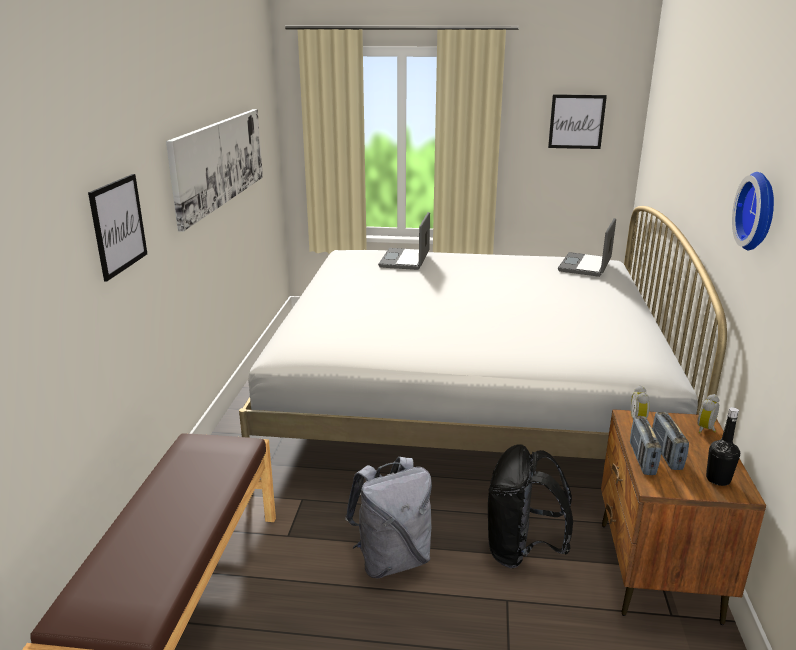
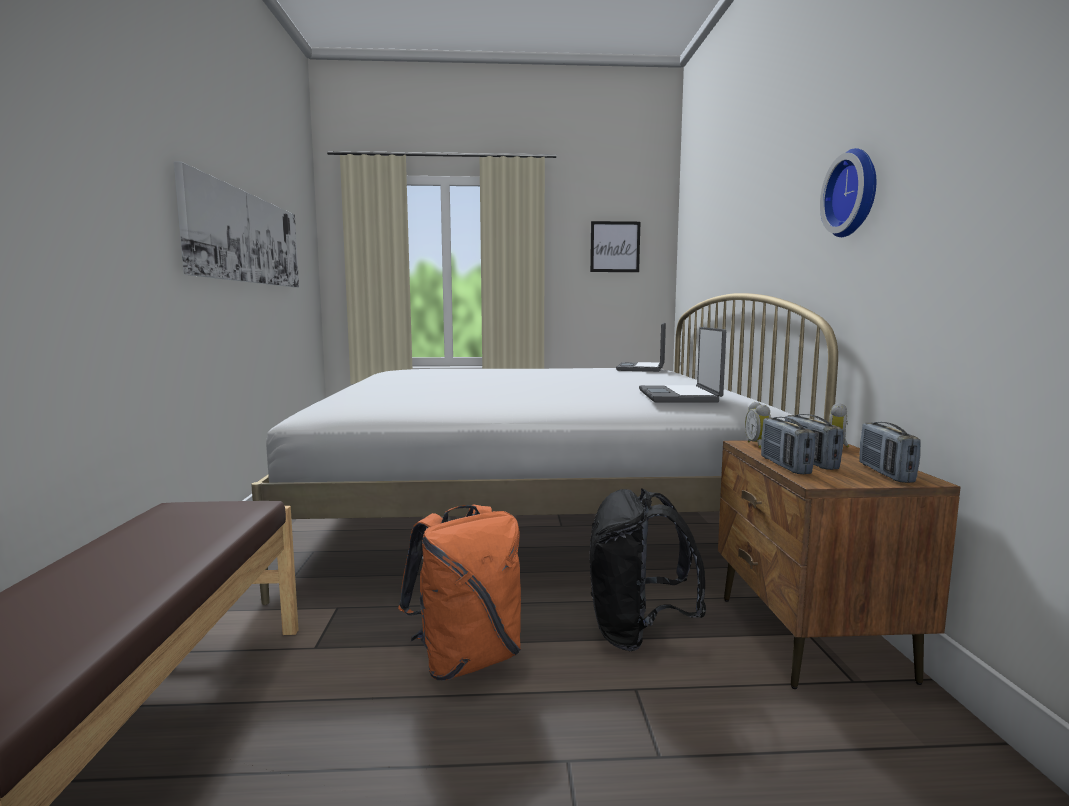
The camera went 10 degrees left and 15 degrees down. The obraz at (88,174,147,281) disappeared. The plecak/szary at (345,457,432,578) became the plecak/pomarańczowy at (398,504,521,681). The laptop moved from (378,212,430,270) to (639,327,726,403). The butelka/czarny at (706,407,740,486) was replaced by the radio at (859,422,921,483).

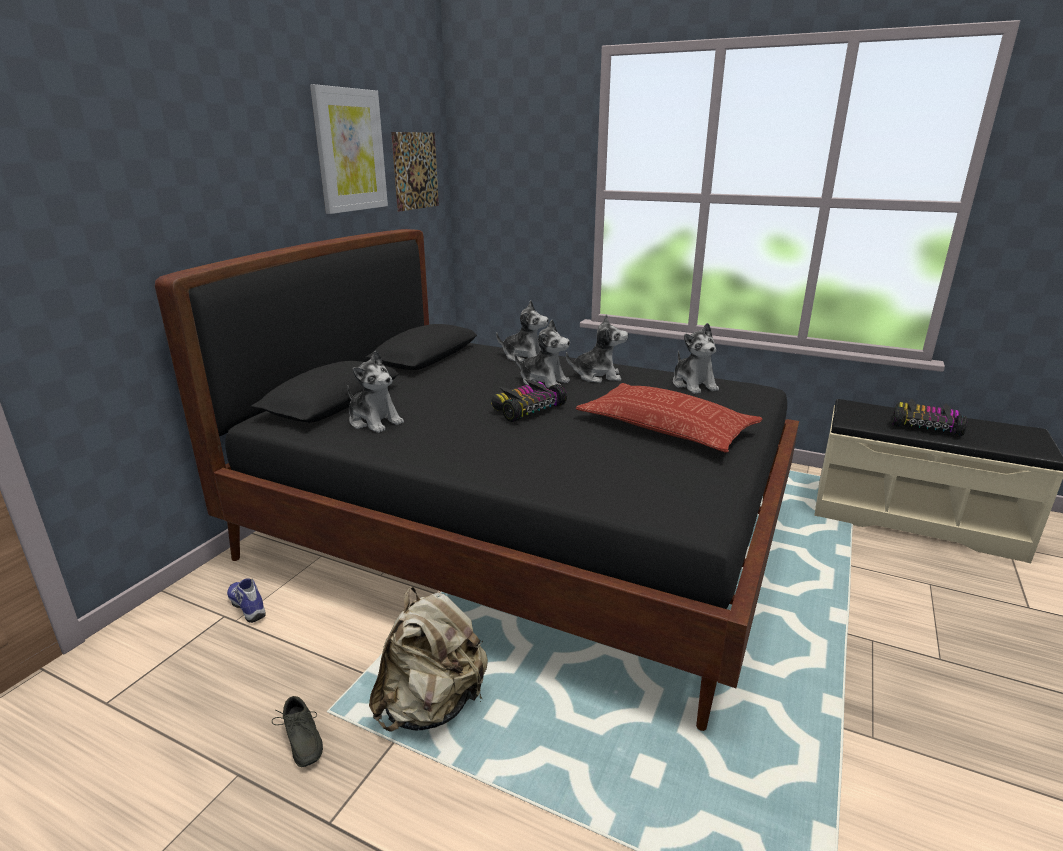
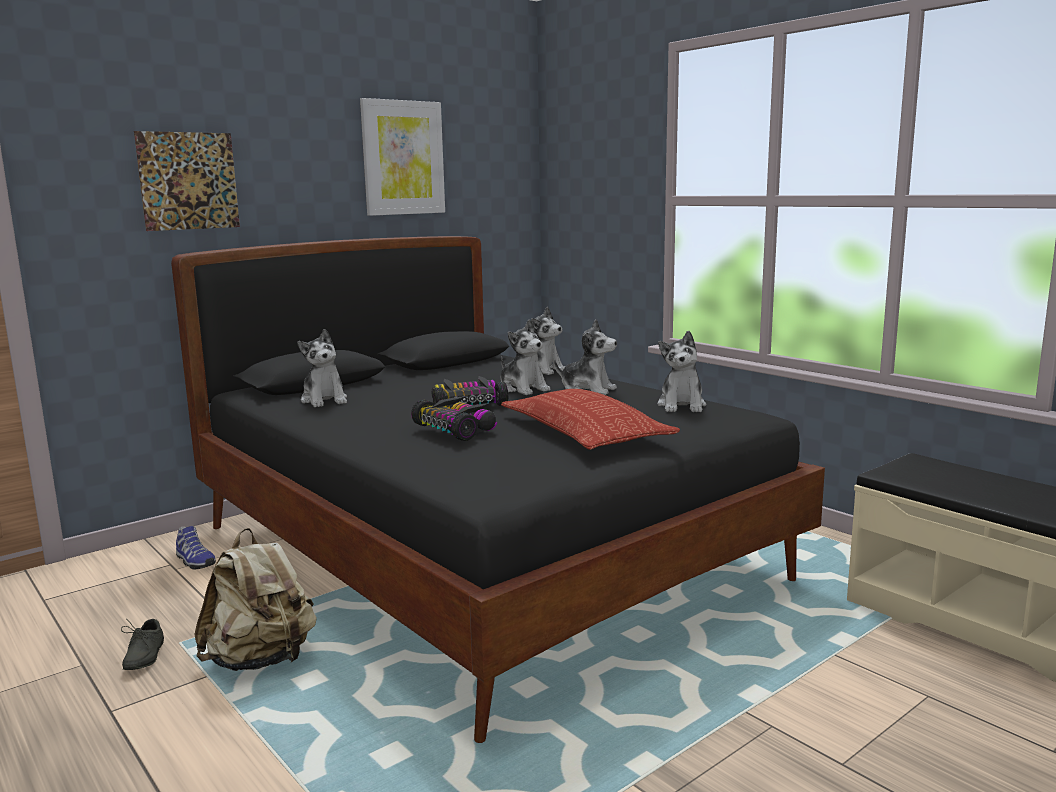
The camera went 25 degrees right and 10 degrees down. The but at (227,578,266,623) turned 150 degrees clockwise. The obraz moved from (391,132,439,212) to (134,131,240,231). The samochodzik moved from (892,398,967,436) to (411,396,497,441).

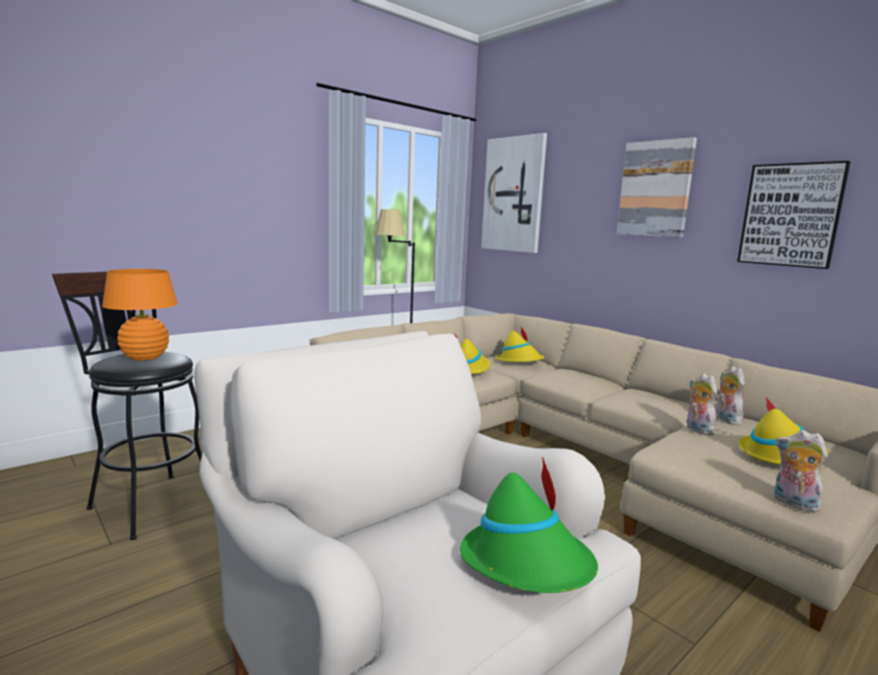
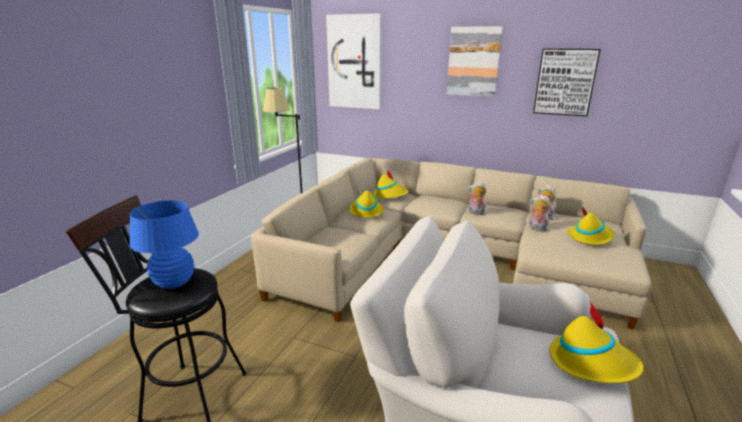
The camera went 25 degrees left and 10 degrees up. The lampa stołowa/pomarańczowy at (102,269,178,361) became the lampa stołowa/niebieski at (130,200,199,289). The kapelusz/zielony at (460,456,598,593) became the kapelusz/żółty at (549,302,644,383). The pluszak moved from (774,430,828,512) to (467,182,487,215).

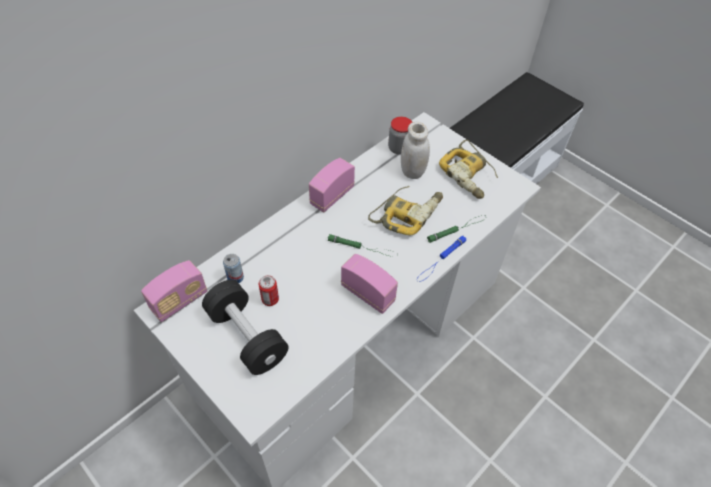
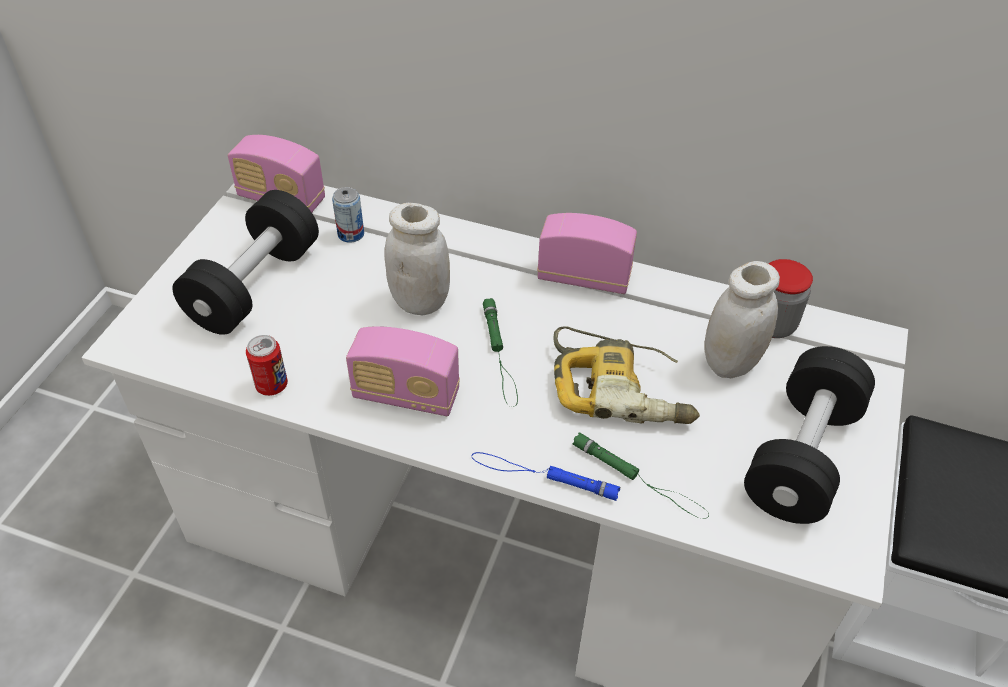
The camera went 65 degrees right and 5 degrees down. The puszka moved from (259,275,279,306) to (246,335,288,396). The radio at (341,254,398,314) turned 90 degrees clockwise. The wiertarka at (439,140,498,199) was replaced by the hantel/czarny at (744,346,875,524). The słoik/biały at (385,203,450,315) appeared.

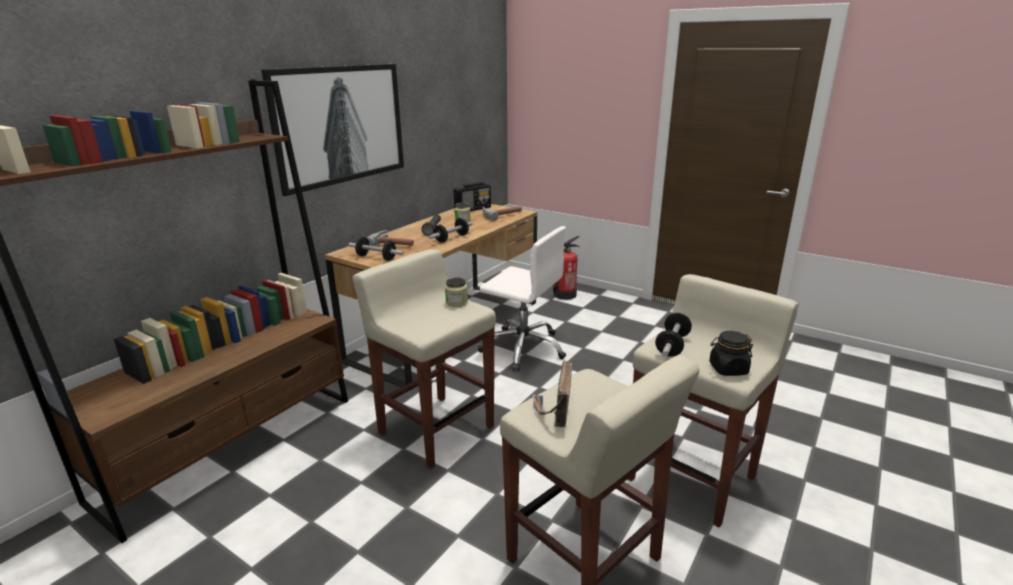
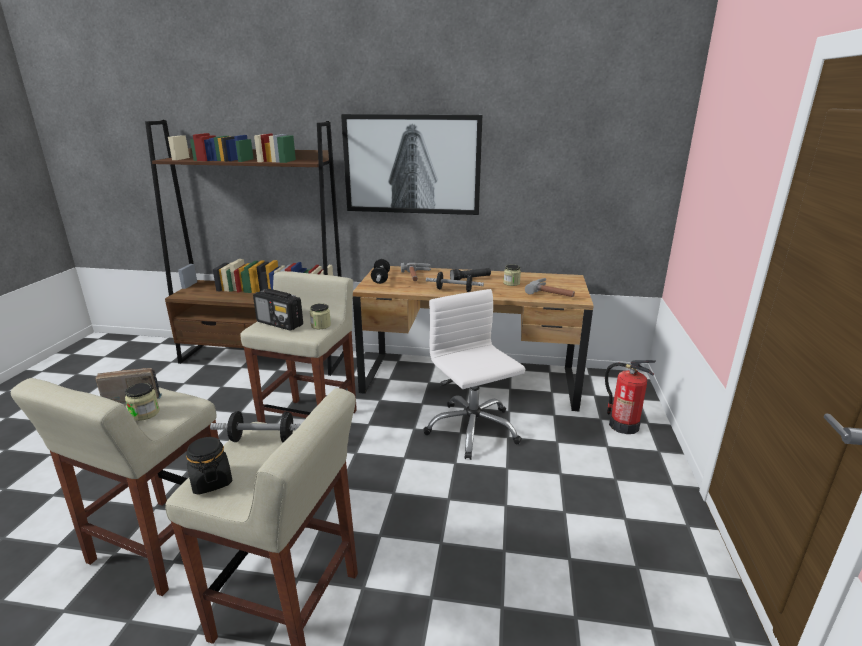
The camera went 65 degrees right and 0 degrees up. The radio moved from (454,182,491,211) to (253,289,303,331). The krzesło biurowe/biały at (478,226,566,371) turned 150 degrees clockwise. The słoik at (125,383,160,421) appeared.

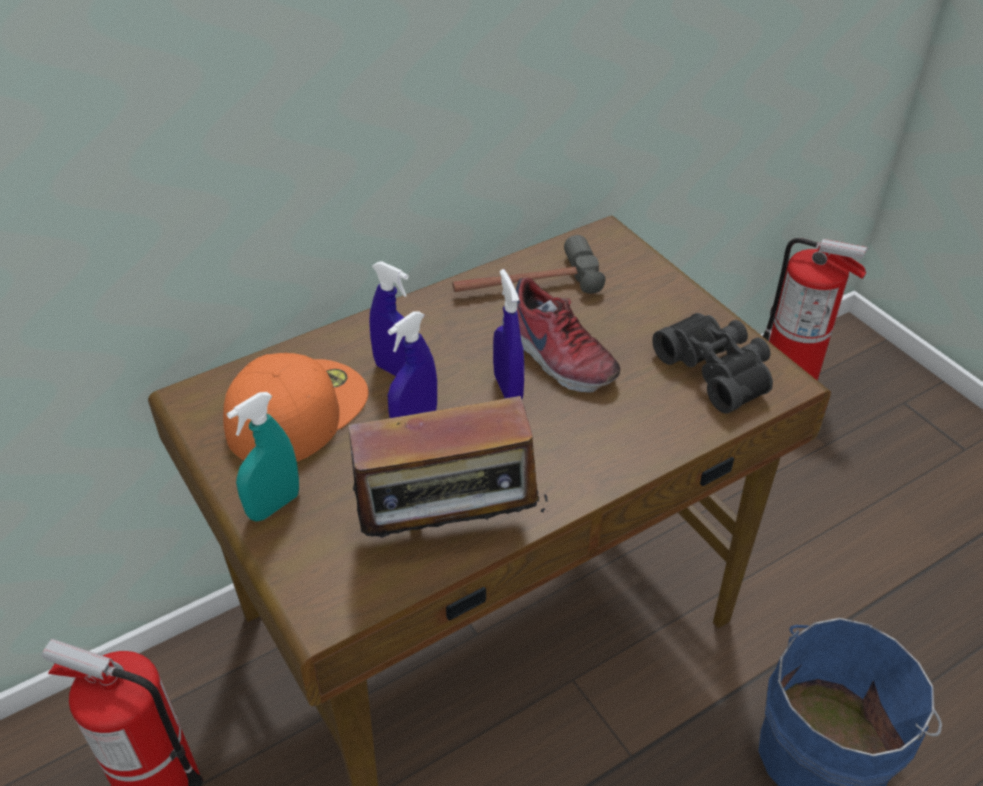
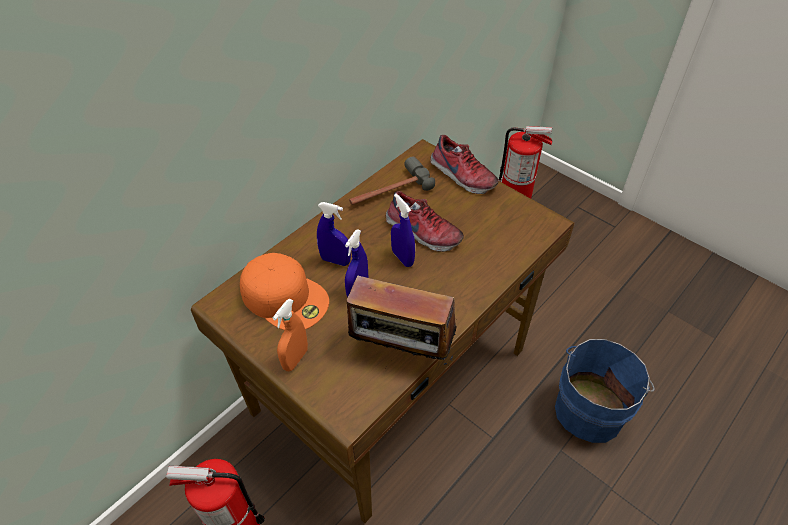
The camera went 15 degrees left and 5 degrees up. The czapka z daszkiem/pomarańczowy at (223,353,369,462) turned 105 degrees clockwise. The spryskiwacz/turkusowy at (227,392,299,521) became the spryskiwacz/pomarańczowy at (273,298,308,371). The radio at (331,391,549,564) turned 45 degrees clockwise. The lornetka/czarny at (652,313,773,414) disappeared. The but at (430,135,498,194) appeared.

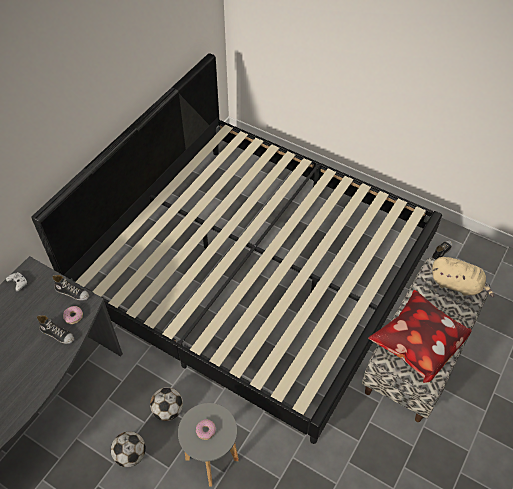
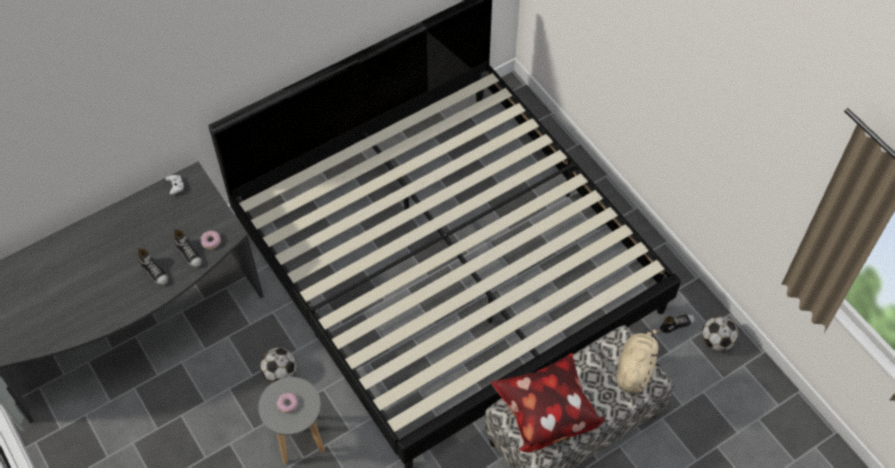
The camera went 25 degrees right and 5 degrees up. The but moved from (52,275,89,301) to (137,248,168,285). The piłka futbolowa moved from (111,431,146,467) to (702,316,738,351). The pluszak/beżowy at (432,257,494,297) turned 120 degrees counterclockwise.

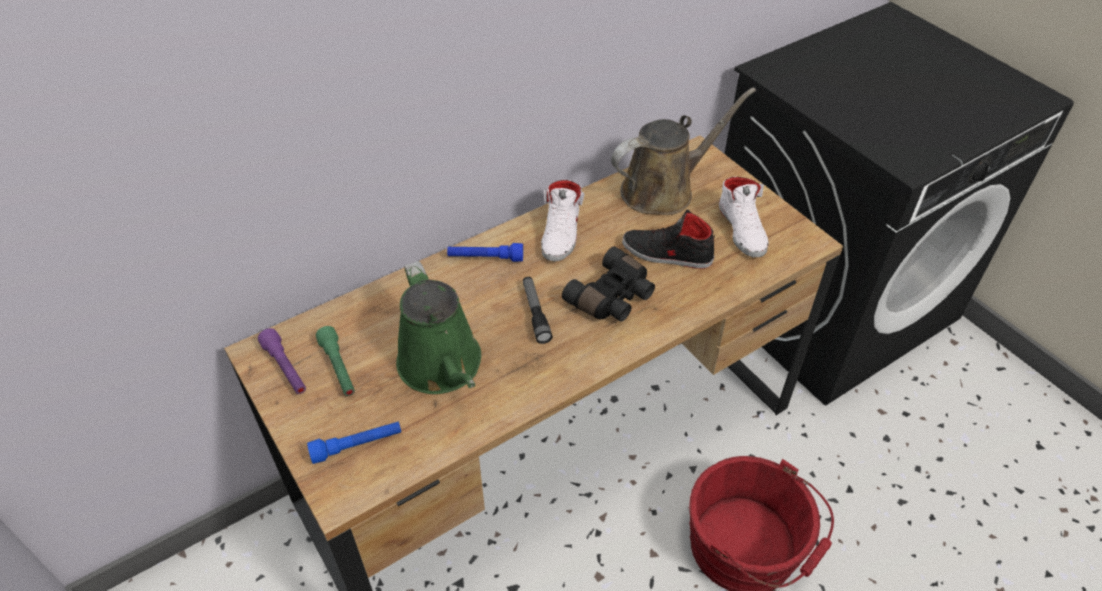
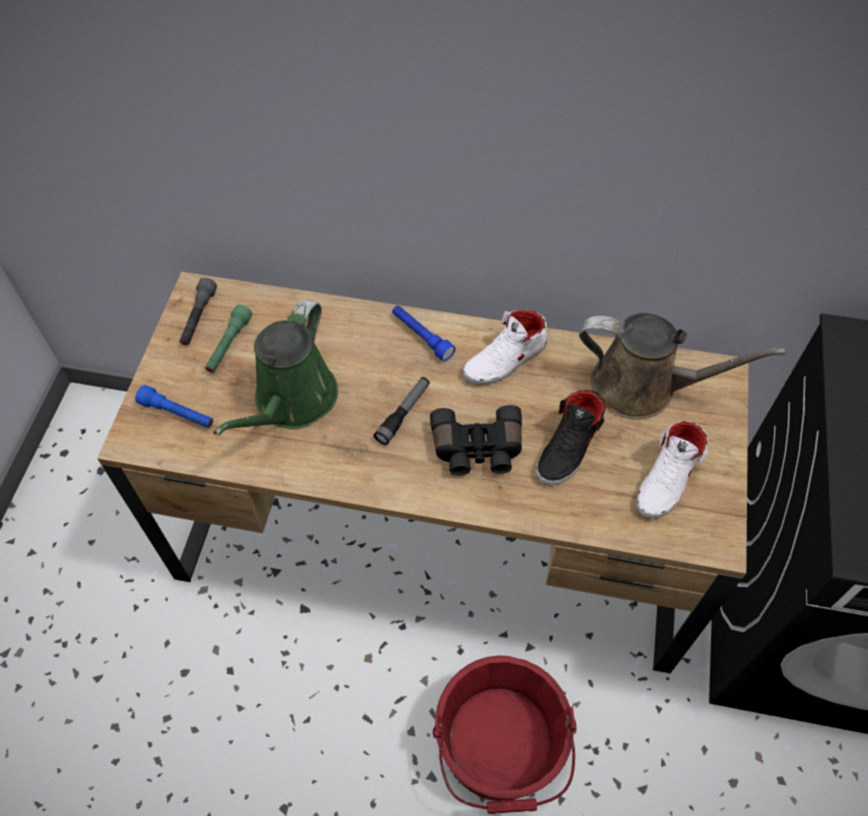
The camera went 45 degrees right and 10 degrees up. The latarka/fioletowy at (258,328,306,394) became the latarka/szary at (180,278,217,345). The but/czarny at (622,209,715,269) turned 120 degrees counterclockwise.

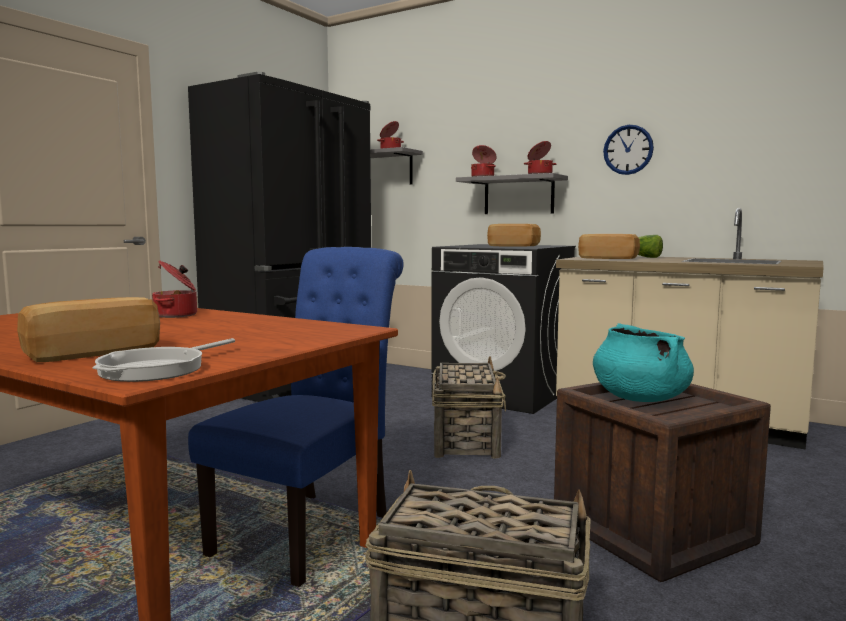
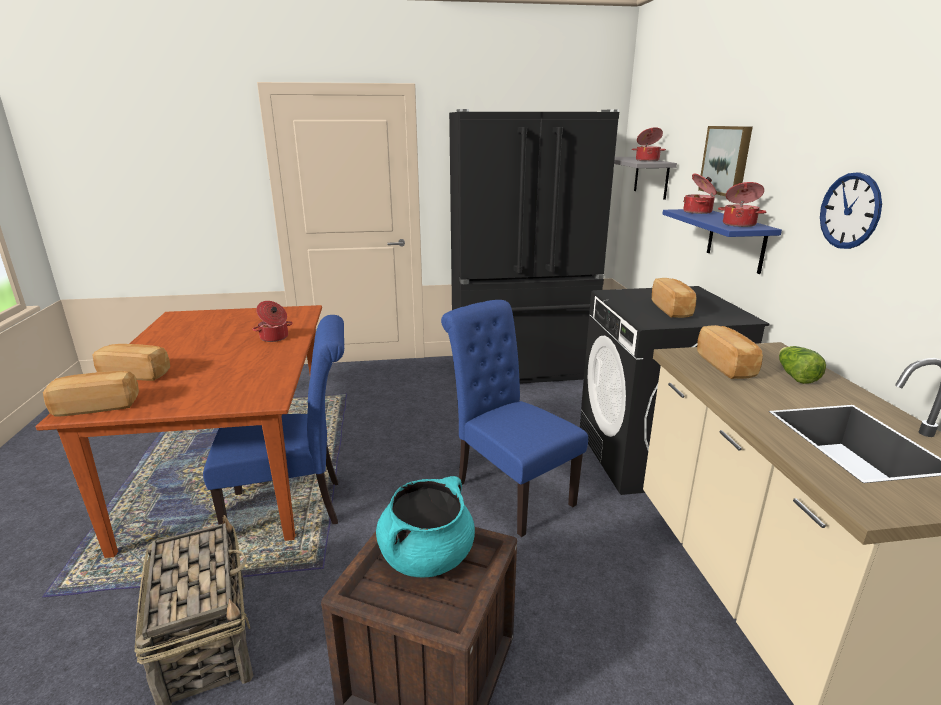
The camera went 50 degrees right and 15 degrees up. The patelnia at (93,338,235,382) was replaced by the chleb at (43,371,139,417). The koszyk at (432,356,506,458) was replaced by the krzesło/niebieski at (441,300,588,537). The półka/szary at (456,173,568,214) became the półka/niebieski at (662,209,782,274). The obraz at (698,126,753,196) appeared.

